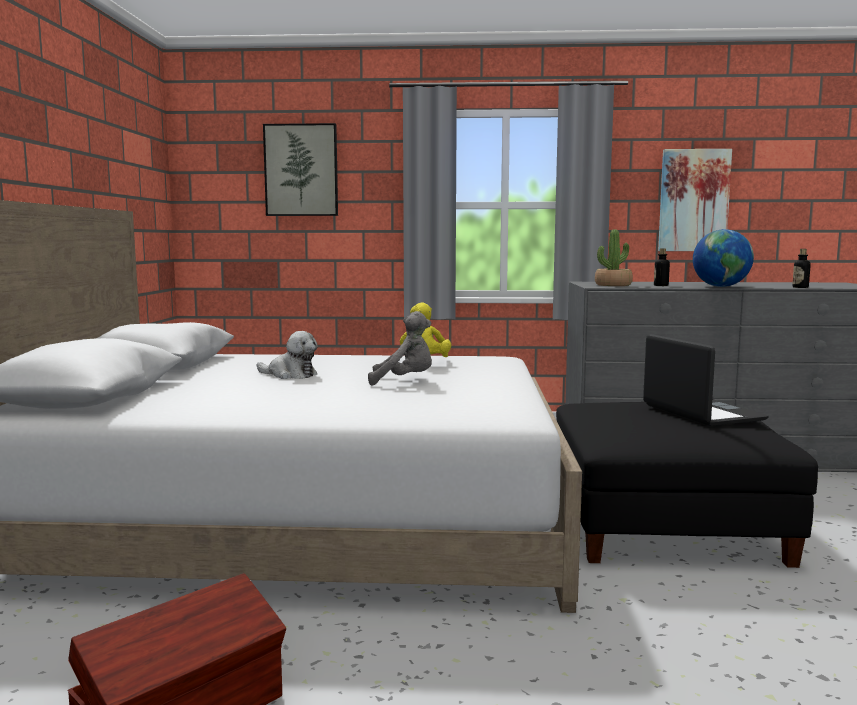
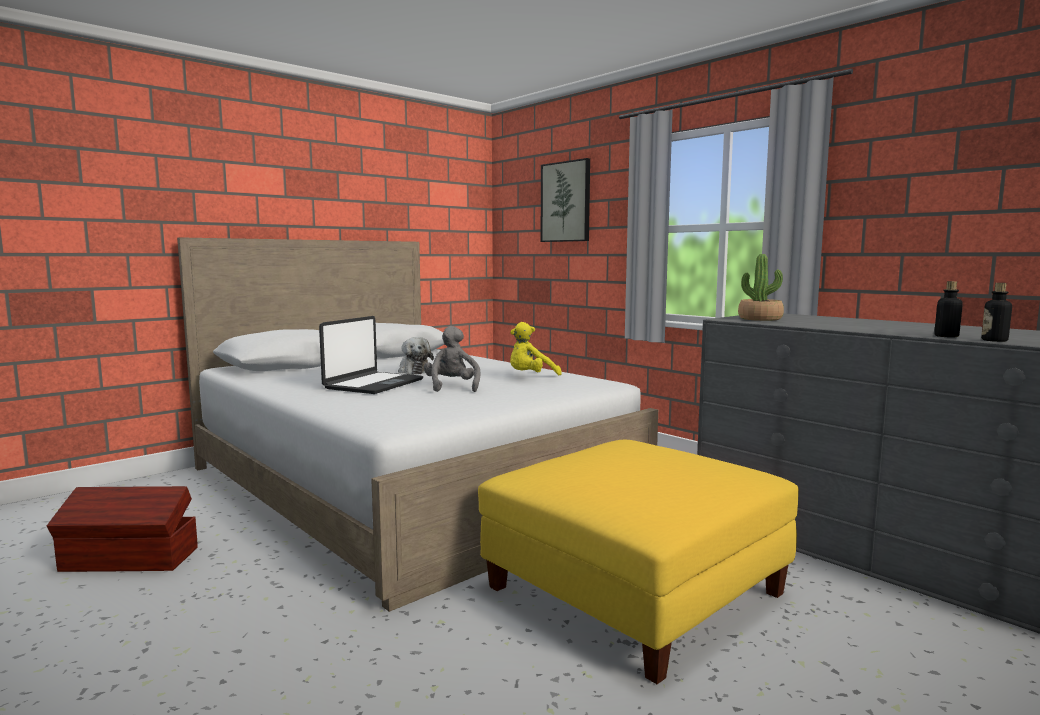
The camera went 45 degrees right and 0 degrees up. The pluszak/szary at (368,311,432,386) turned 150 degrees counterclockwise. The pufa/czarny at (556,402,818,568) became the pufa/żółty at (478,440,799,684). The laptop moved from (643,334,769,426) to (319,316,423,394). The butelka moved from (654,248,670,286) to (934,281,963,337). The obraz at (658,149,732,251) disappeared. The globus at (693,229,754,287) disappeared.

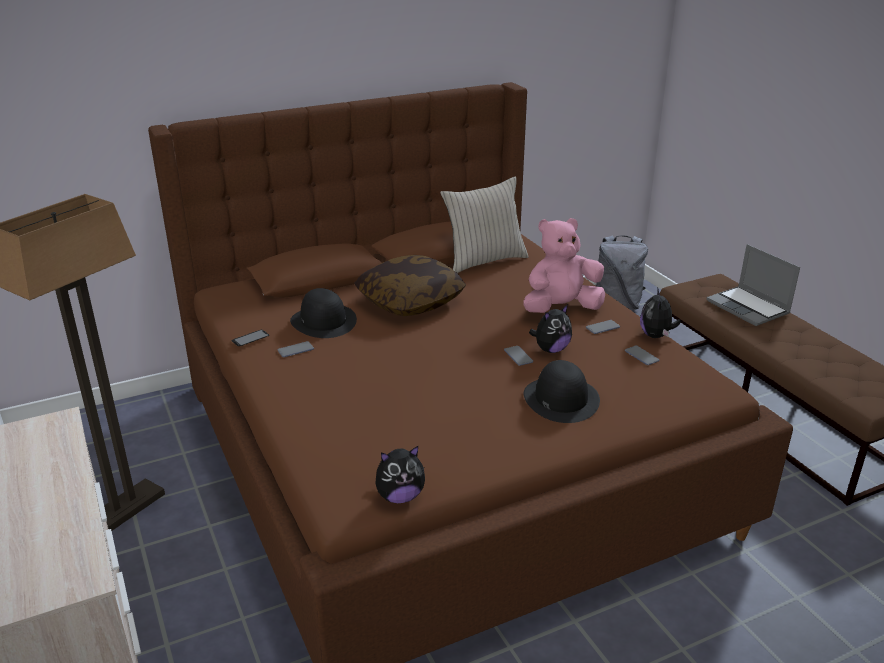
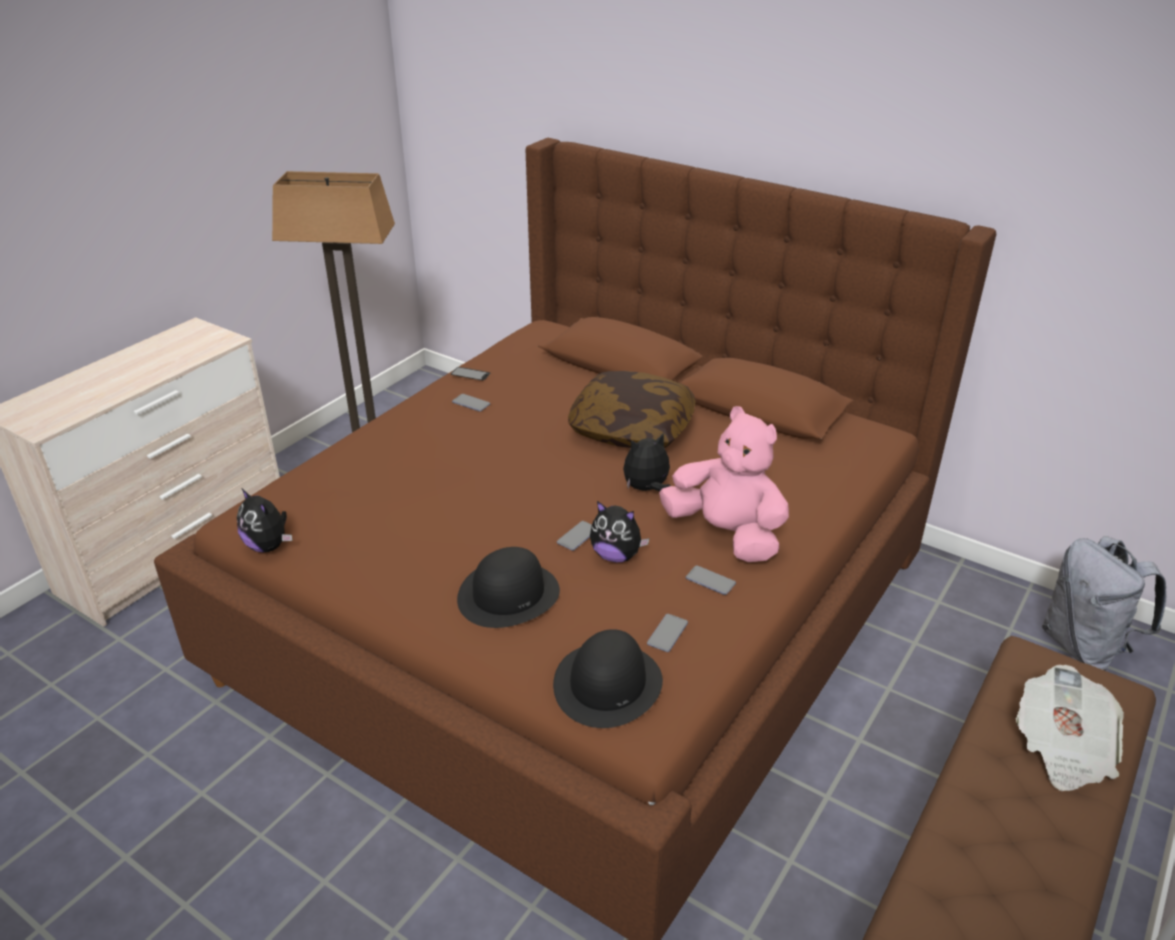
The camera went 60 degrees right and 5 degrees up. The kapelusz/czarny moved from (290,288,357,338) to (553,629,663,728). The poduszka/beżowy at (440,176,529,273) disappeared. The pluszak moved from (640,287,681,338) to (623,433,671,491). The laptop at (707,244,800,326) was replaced by the gazeta at (1016,665,1124,791).

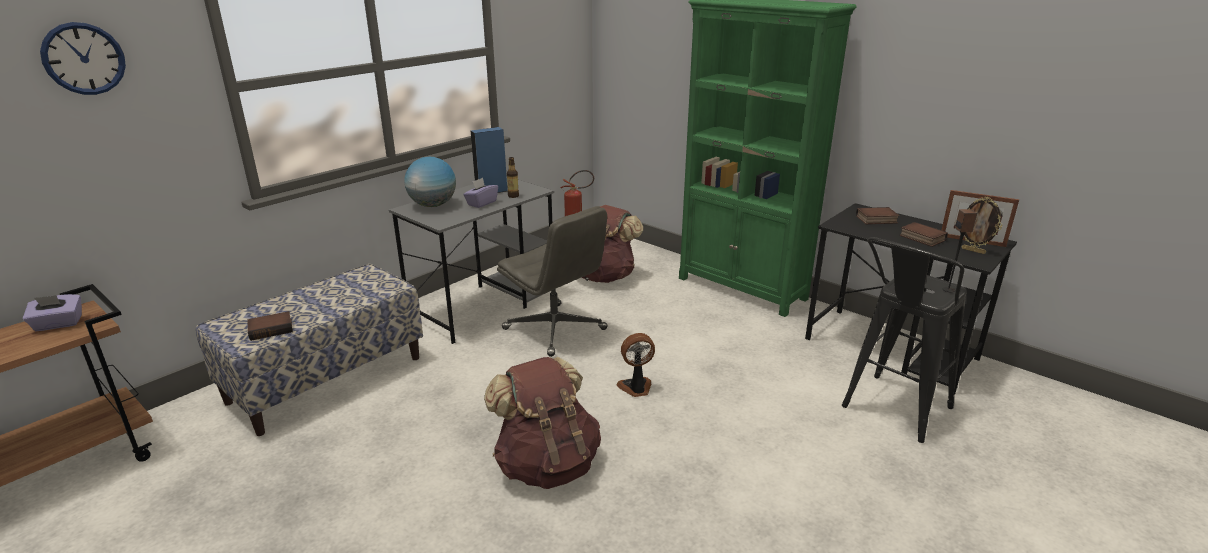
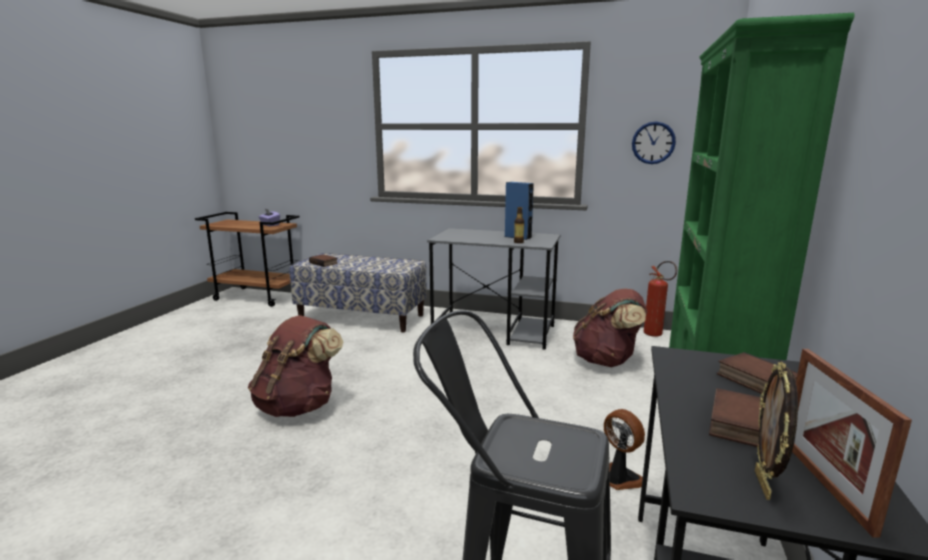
The camera went 65 degrees right and 10 degrees down. The zegar ścienny moved from (40,22,126,95) to (632,121,676,164). The globus at (404,157,456,207) disappeared. The pudełko chusteczek/fioletowy at (463,178,498,208) disappeared. The krzesło biurowe/szary at (497,206,608,357) disappeared. The wentylator moved from (616,333,655,397) to (604,409,645,490). The głośnik at (943,209,977,292) disappeared.

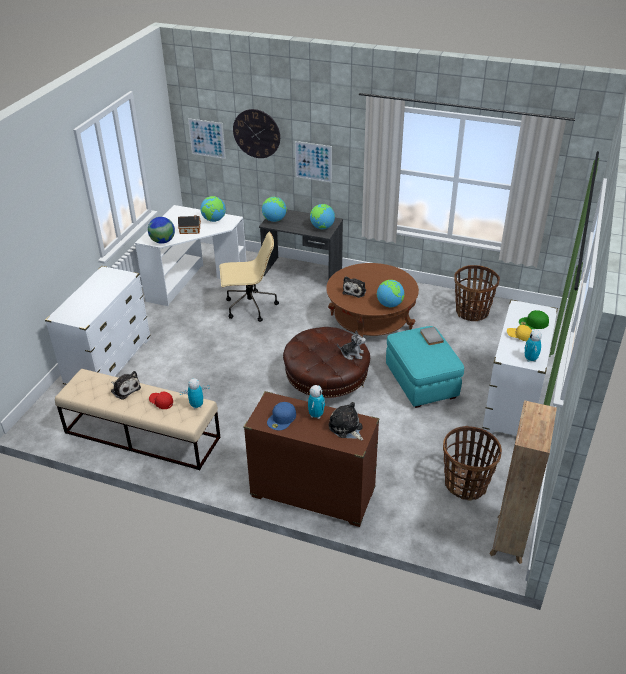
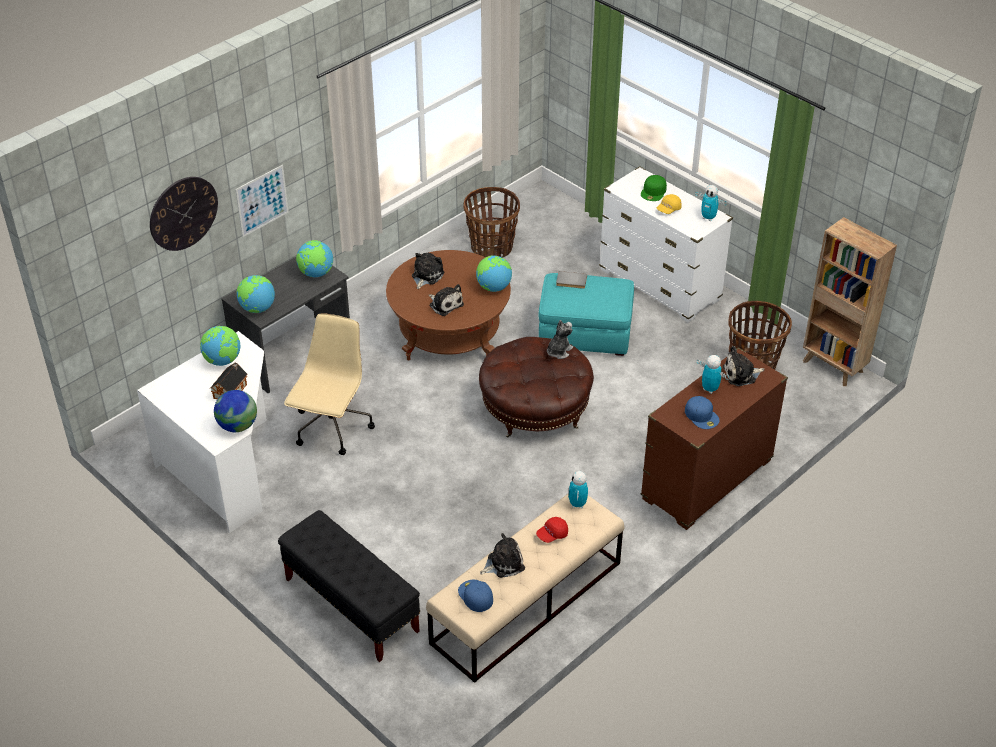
The camera went 65 degrees left and 5 degrees up. The komoda/biały at (45,266,151,386) was replaced by the ławka/czarny at (278,510,420,662). The obraz at (188,118,226,159) disappeared. The pluszak at (412,253,445,289) appeared. The czapka z daszkiem/niebieski at (458,580,493,612) appeared.

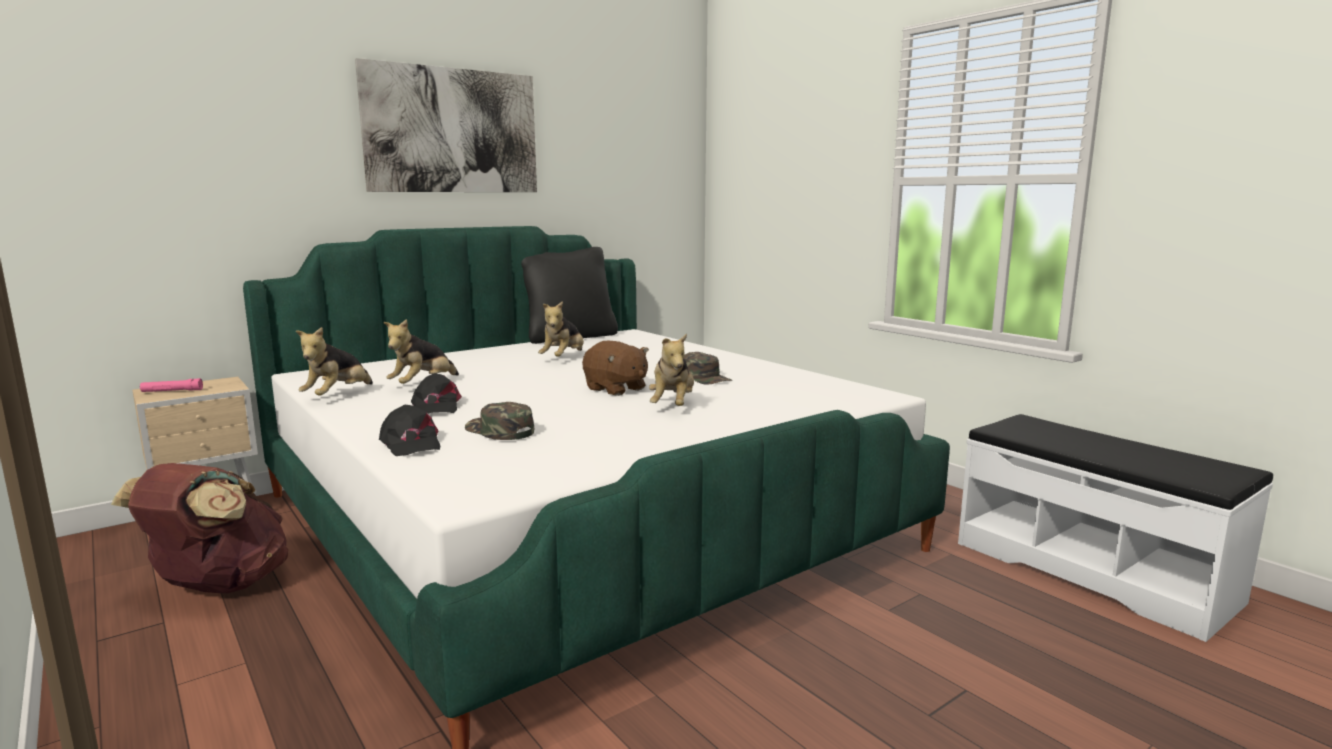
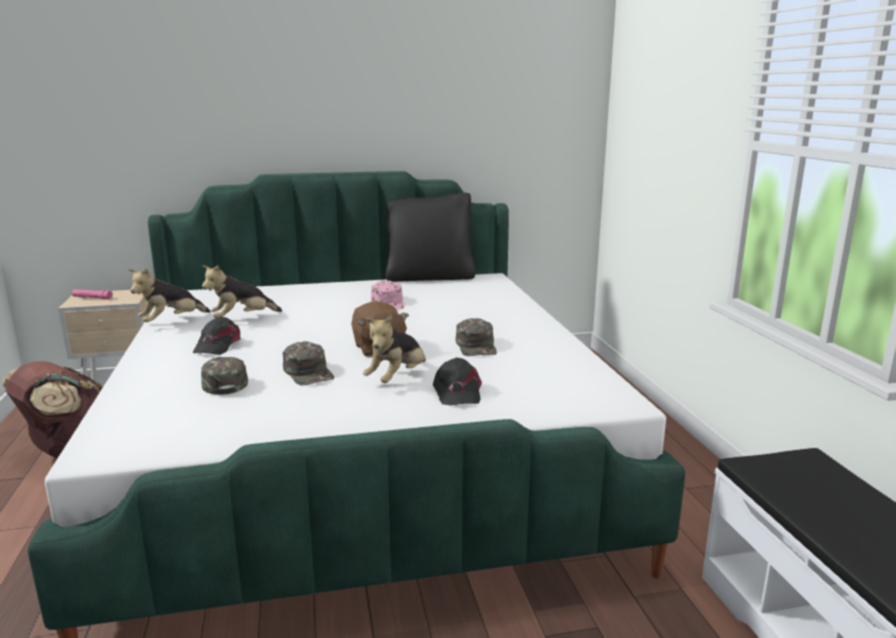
The camera went 25 degrees right and 5 degrees up. The obraz at (355,58,537,192) disappeared. The czapka z daszkiem/czarny moved from (379,405,440,456) to (433,358,482,406). The pluszak at (538,301,584,357) was replaced by the czapka z daszkiem/różowy at (371,281,405,309). The czapka z daszkiem/zielony at (283,341,334,385) appeared.

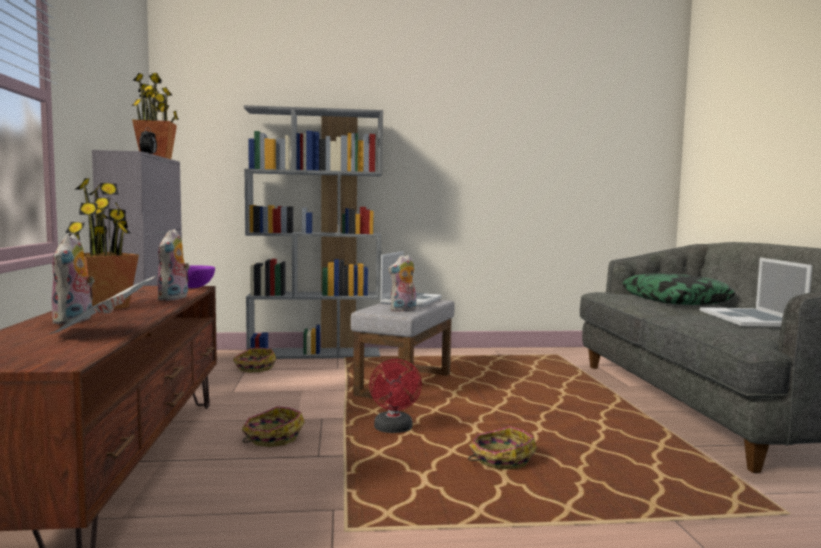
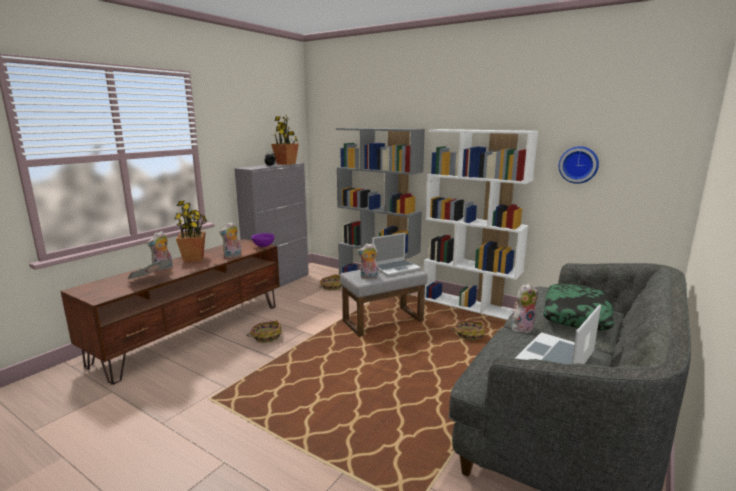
The camera went 40 degrees right and 10 degrees up. The wentylator/czerwony at (369,359,422,433) disappeared. The koszyk moved from (468,426,537,469) to (450,320,485,340). The regał/biały at (424,129,538,320) appeared. The pluszak at (511,283,538,333) appeared. The zegar ścienny at (559,146,599,184) appeared.

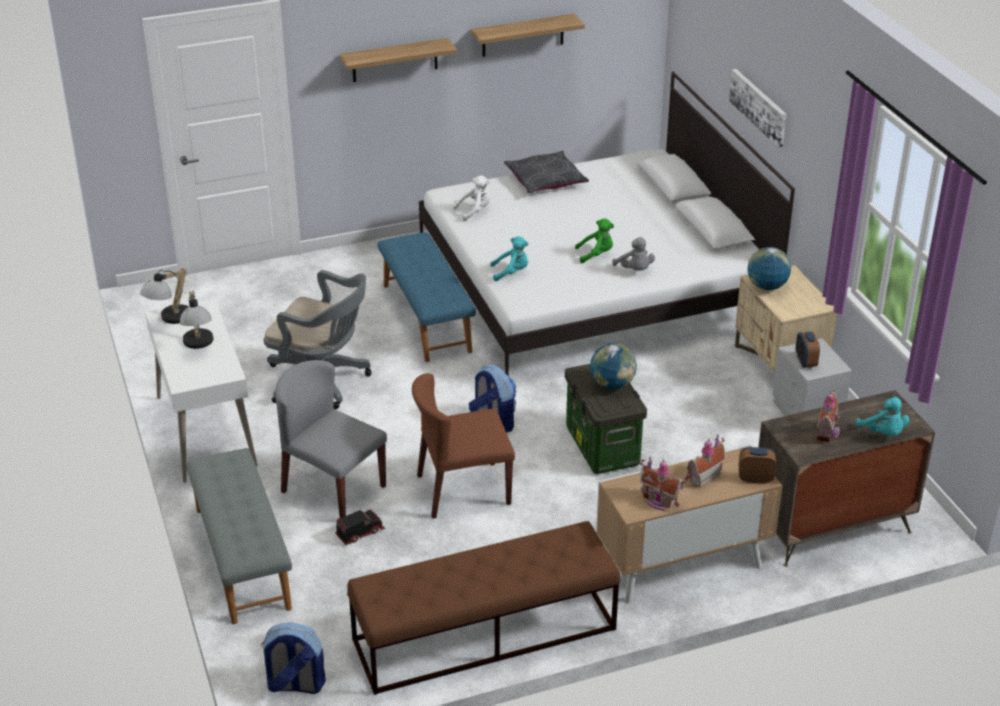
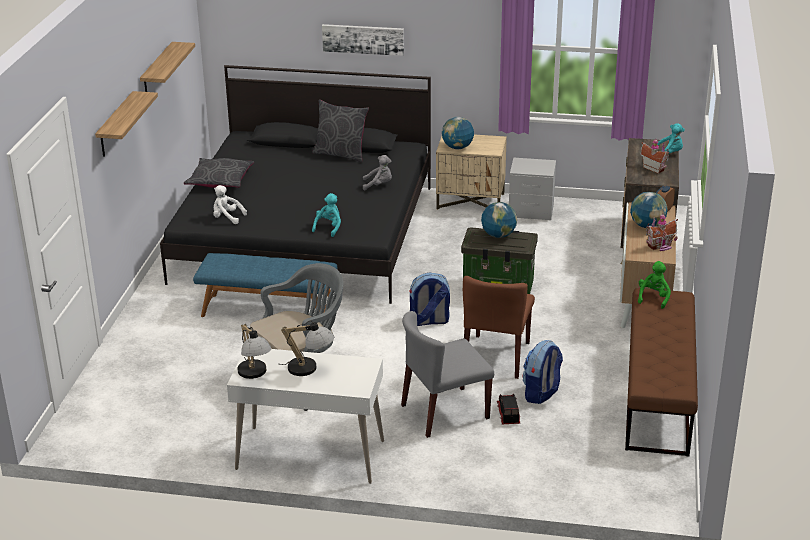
The camera went 60 degrees left and 5 degrees down. The ławka/szary at (186,448,292,624) disappeared. The plecak moved from (261,623,326,694) to (523,340,563,404). The łóżko/biały at (419,71,795,376) became the łóżko/czarny at (160,65,431,304). The pluszak/biały at (453,175,490,221) turned 75 degrees counterclockwise. The pluszak/zielony moved from (575,219,614,263) to (638,261,671,309). The domek at (685,434,725,487) was replaced by the globus at (630,192,668,228). The budzik at (795,332,820,368) disappeared. The poduszka/szary at (312,99,369,163) appeared.

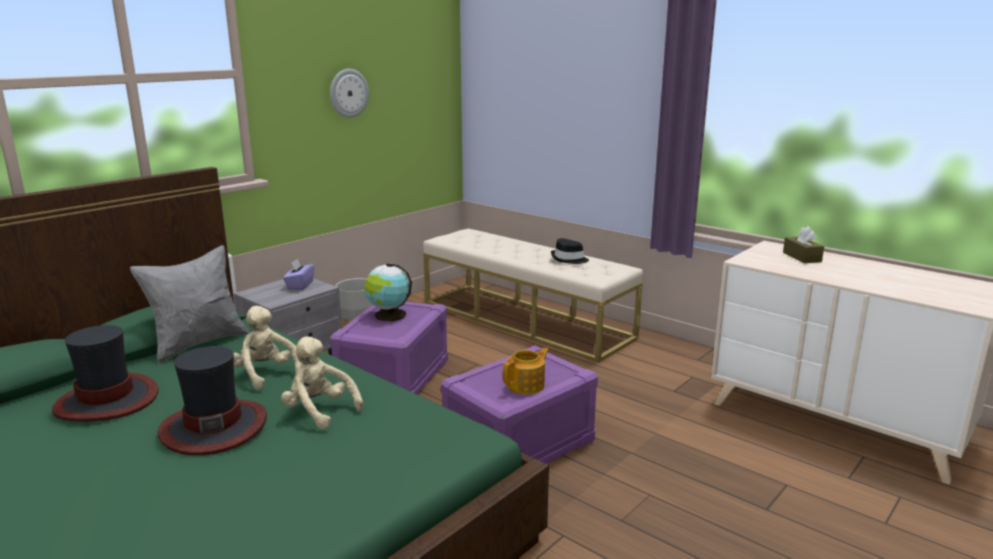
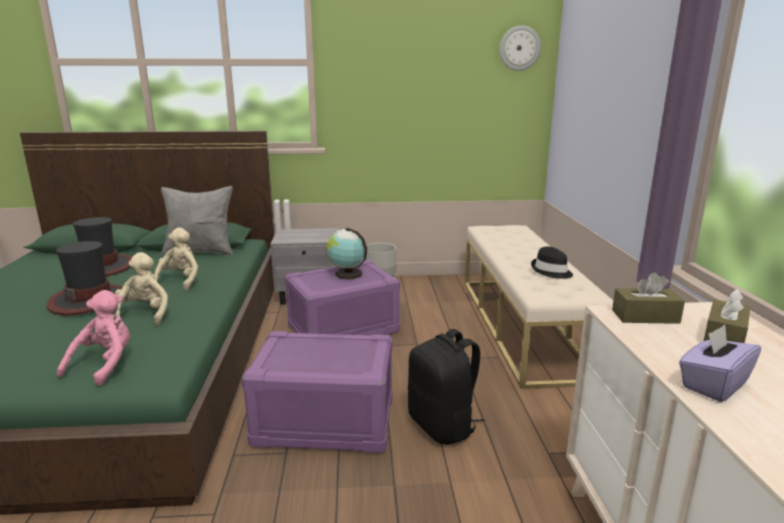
The camera went 45 degrees right and 0 degrees up. The pudełko chusteczek/fioletowy moved from (283,258,314,290) to (679,325,761,402). The zegar ścienny moved from (330,69,369,118) to (499,26,541,71). The imbryk at (503,348,549,395) disappeared. The pluszak/różowy at (57,290,130,386) appeared. The plecak/czarny at (408,329,485,445) appeared. The pudełko chusteczek/brązowy at (612,272,685,324) appeared.

